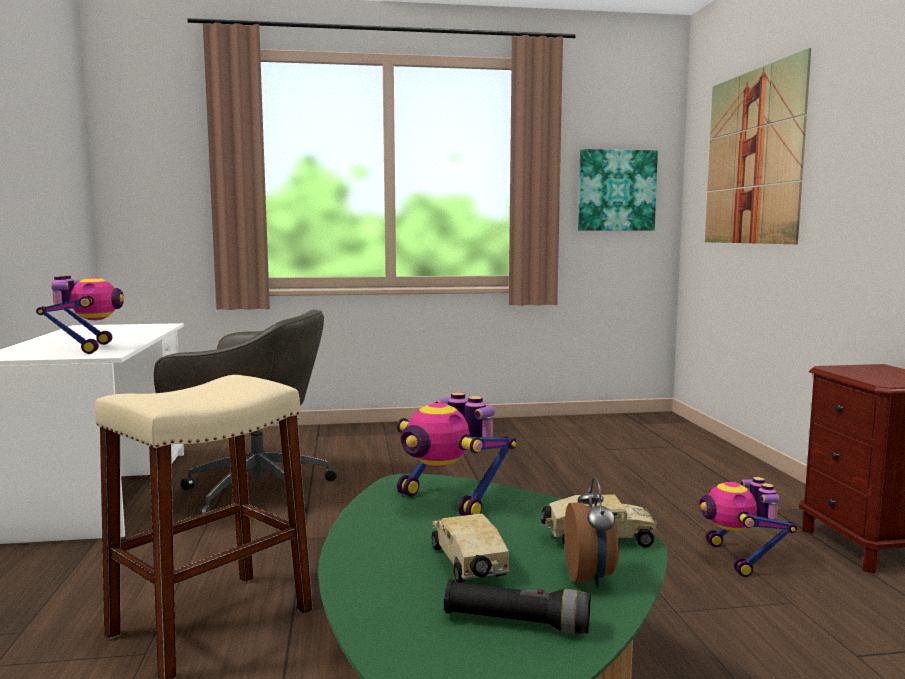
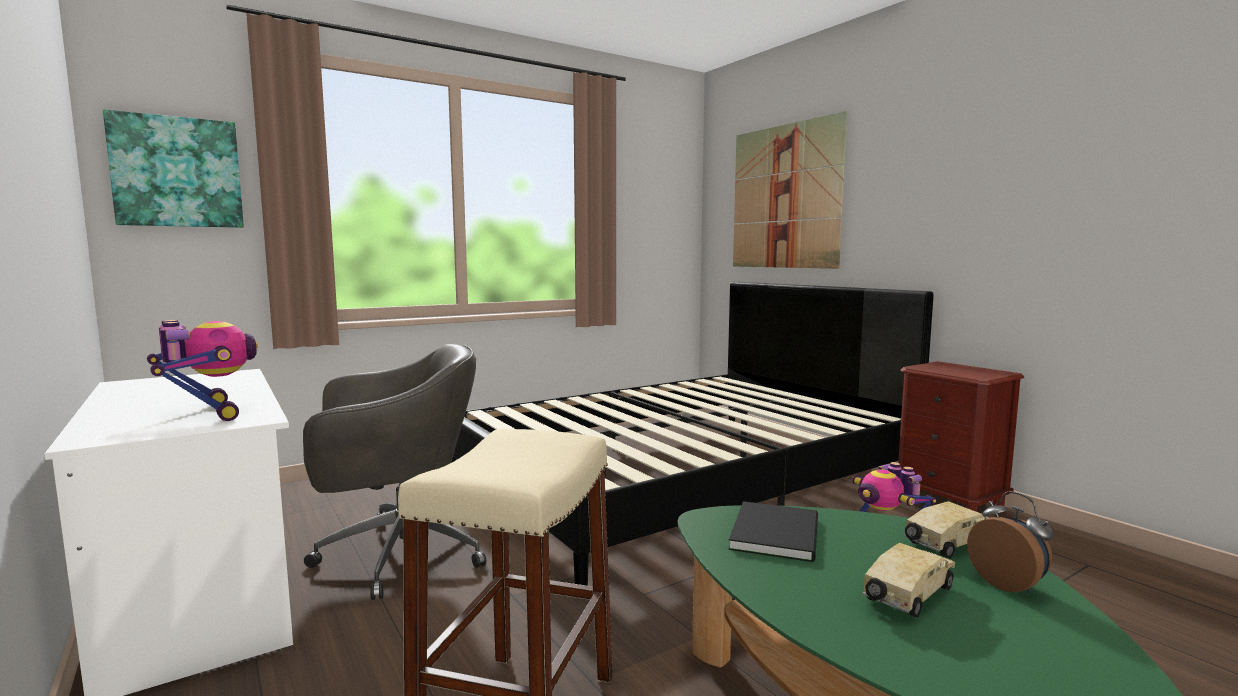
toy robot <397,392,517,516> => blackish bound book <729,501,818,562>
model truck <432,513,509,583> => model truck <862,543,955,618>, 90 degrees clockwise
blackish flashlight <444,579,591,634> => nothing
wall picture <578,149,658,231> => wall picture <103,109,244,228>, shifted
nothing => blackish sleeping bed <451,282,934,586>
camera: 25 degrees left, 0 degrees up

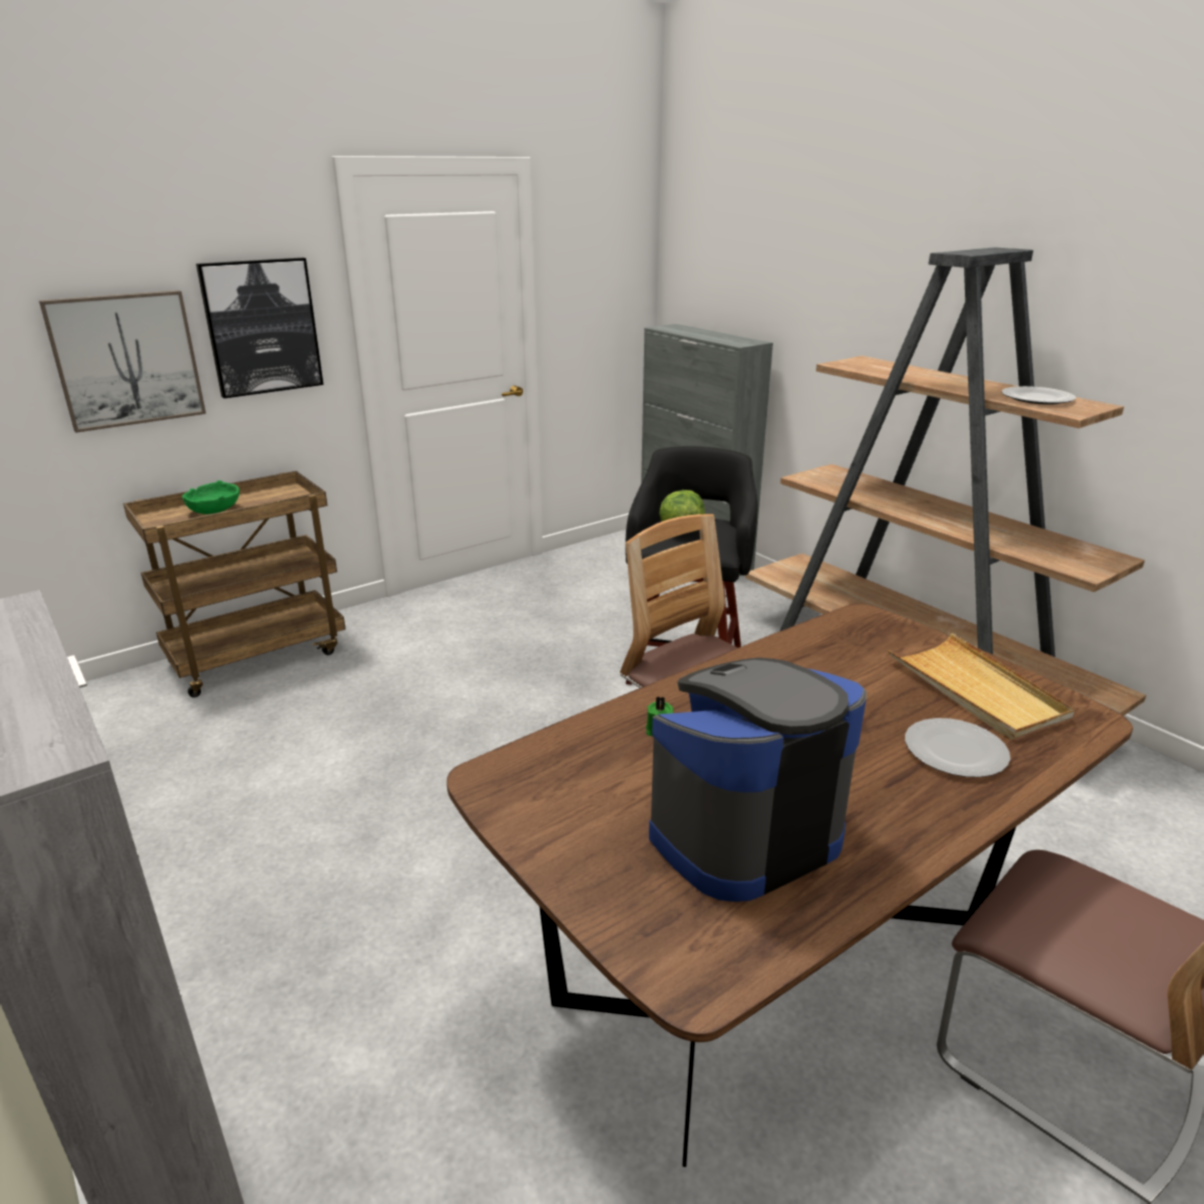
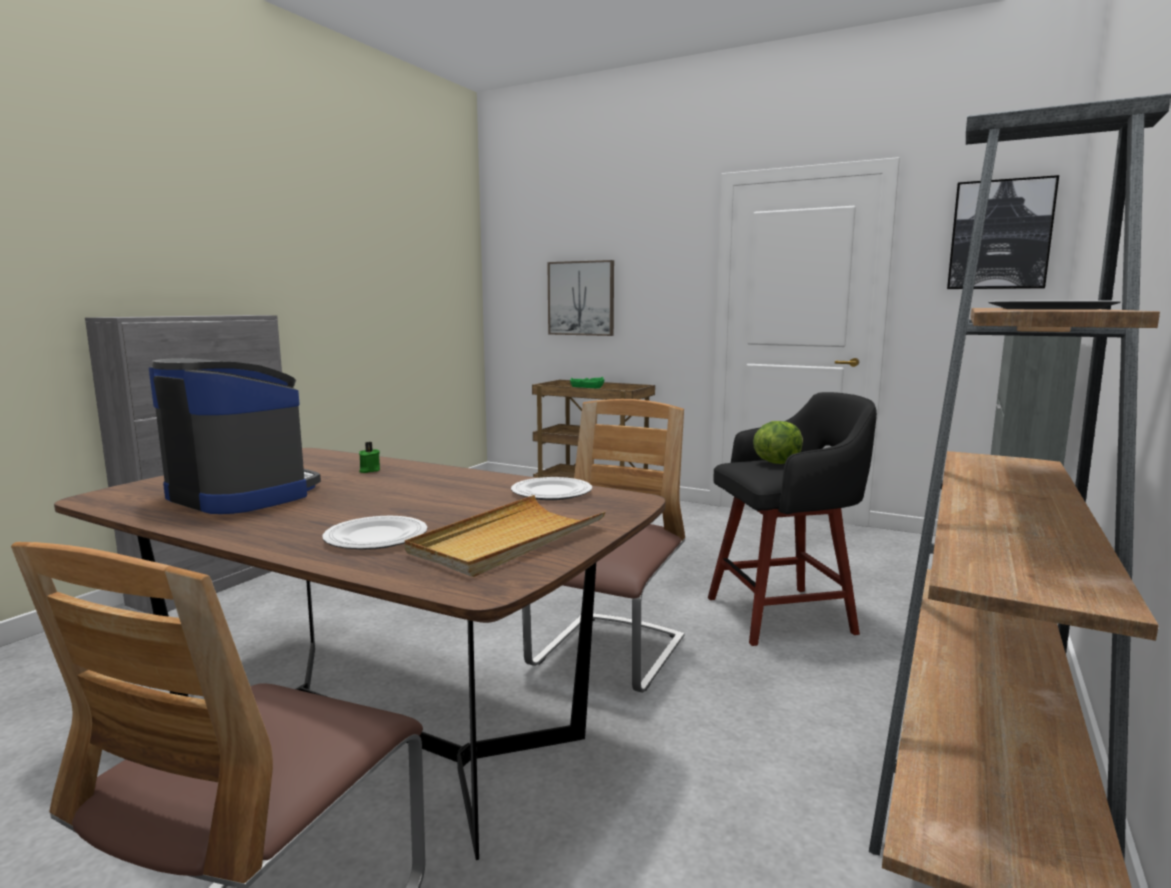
wall picture <196,258,323,398> => wall picture <947,175,1059,289>, shifted
nothing => dinner plate <511,477,592,500>
camera: 65 degrees right, 15 degrees down

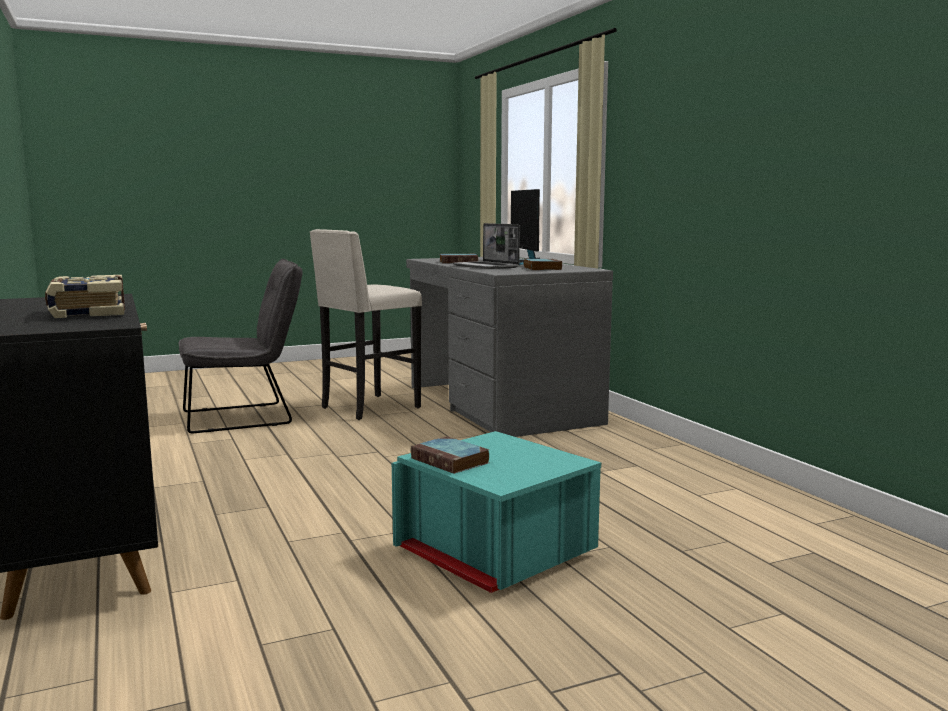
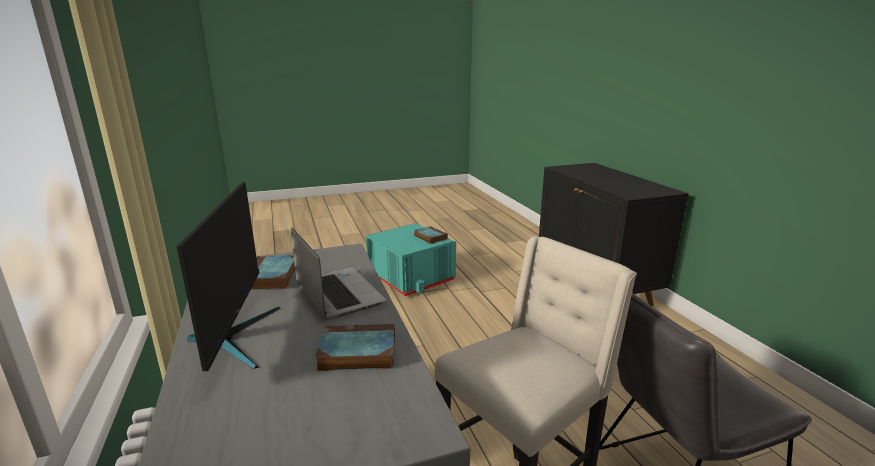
bound book <45,275,125,318> => nothing
camera: 175 degrees left, 10 degrees up

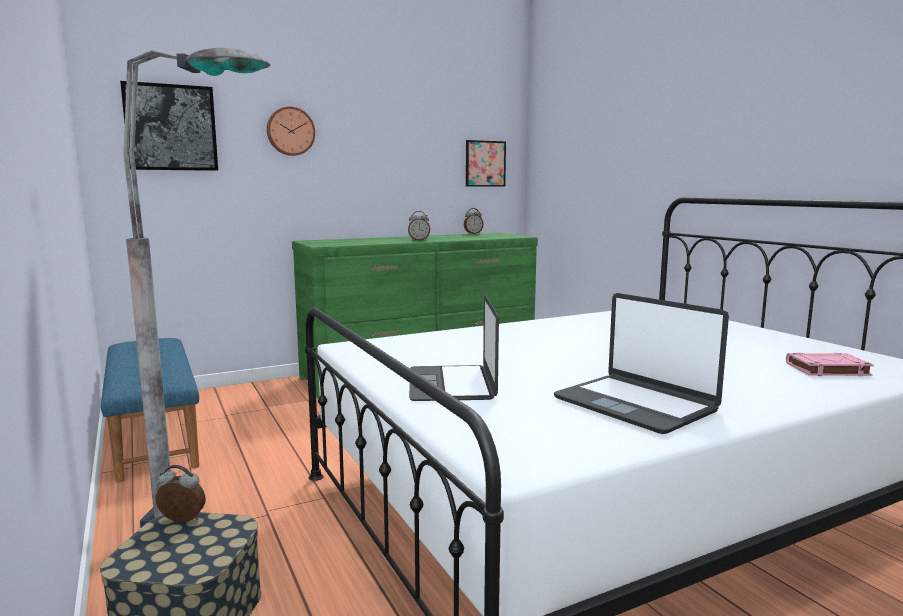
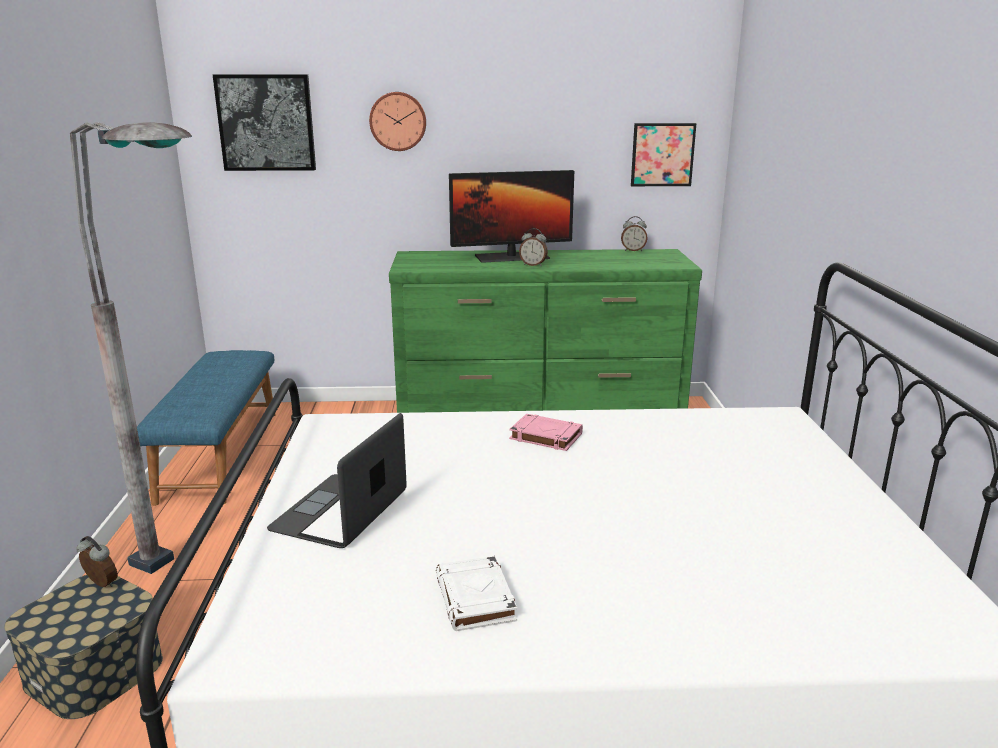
notebook computer <554,293,729,434> => white-coloured bound book <436,556,517,631>
pink bound book <786,353,874,376> => pink bound book <509,414,583,451>, shifted
nothing => computer display <449,170,574,263>
camera: 25 degrees right, 10 degrees up

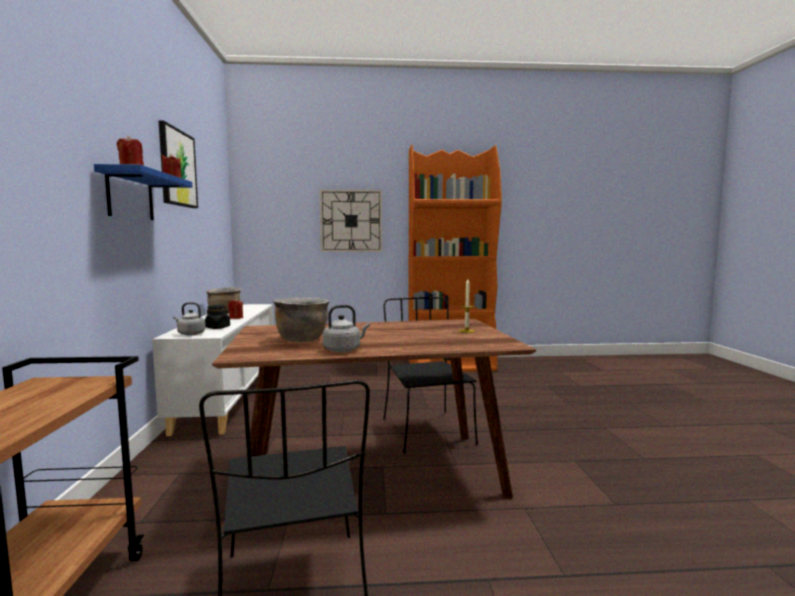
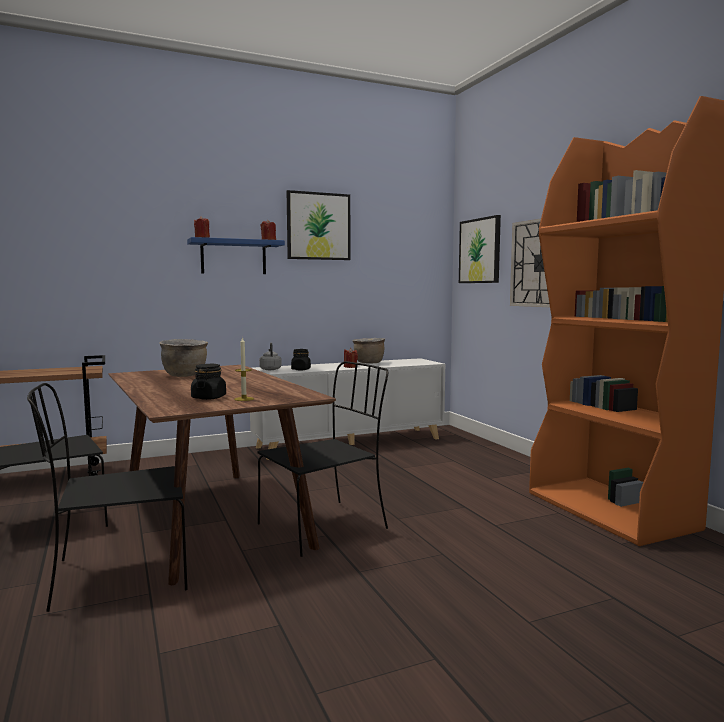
grey tea kettle <323,305,370,352> => nothing
nothing => blackish chair <27,383,188,612>
nothing => blackish storage jar <191,364,226,400>
nothing => wall picture <459,215,501,283>
camera: 70 degrees right, 0 degrees up

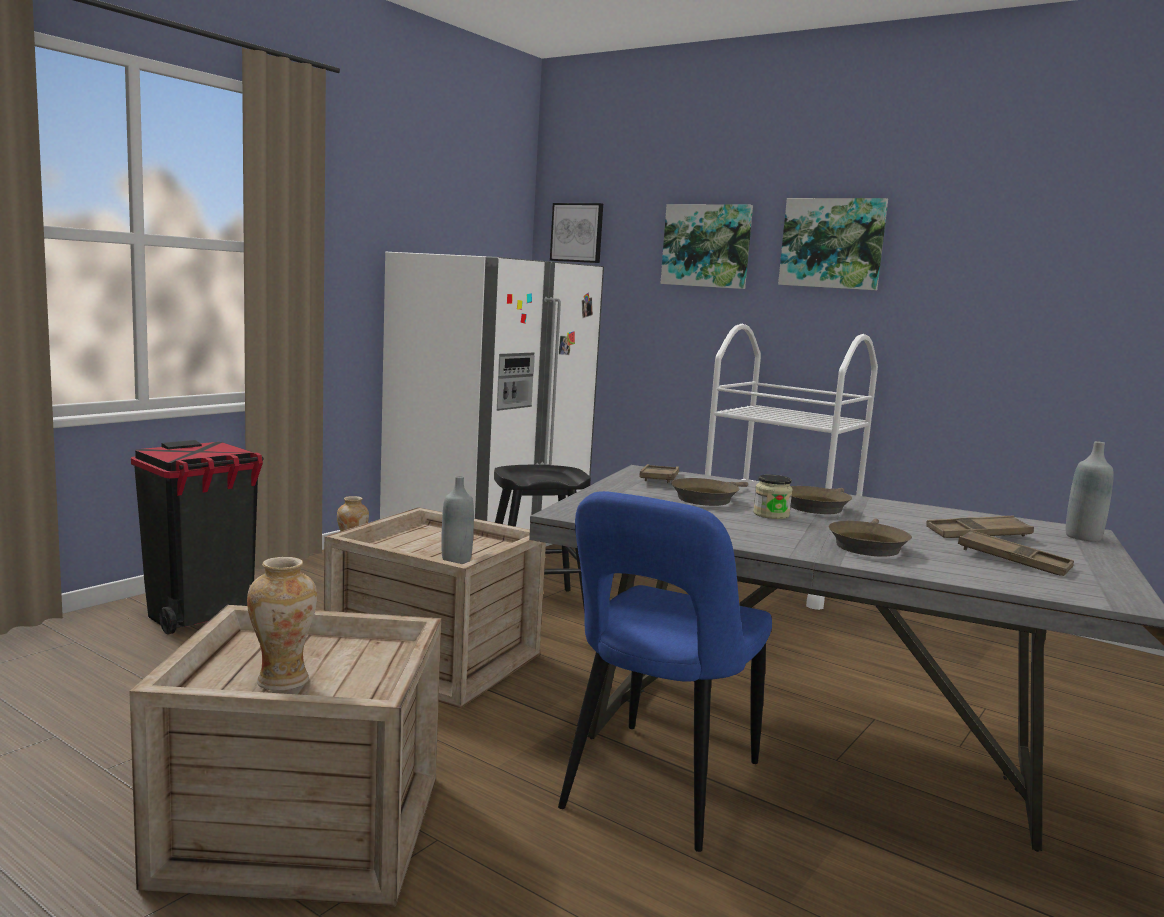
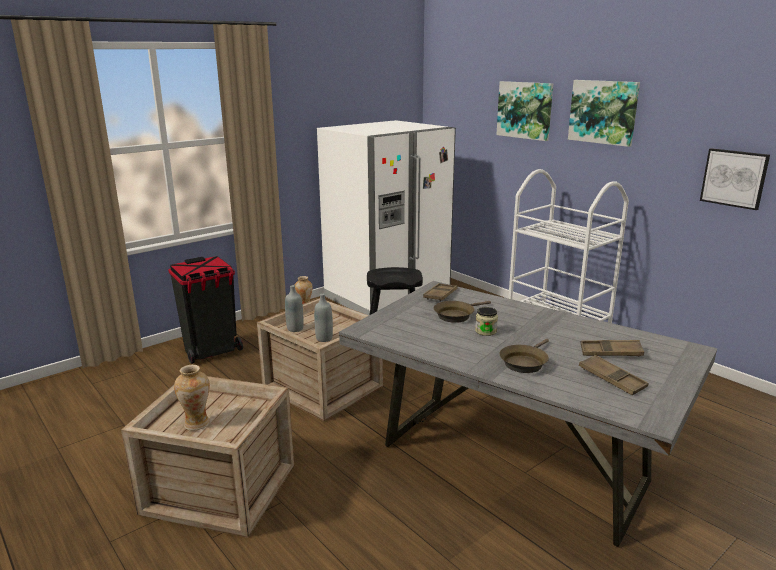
wall picture <550,203,603,263> => wall picture <700,148,770,210>, shifted
blue-coloured chair <558,491,772,852> => nothing
brown pan <790,486,852,514> => nothing
grey bottle <1066,441,1114,542> => grey bottle <285,285,304,332>, shifted
camera: 15 degrees right, 10 degrees up

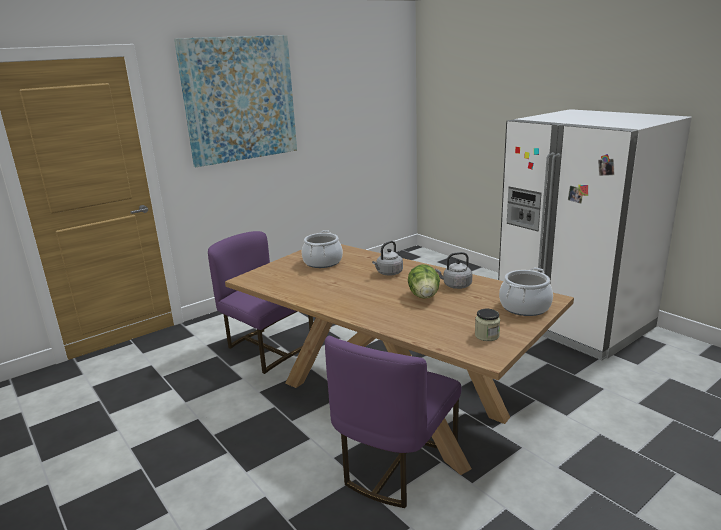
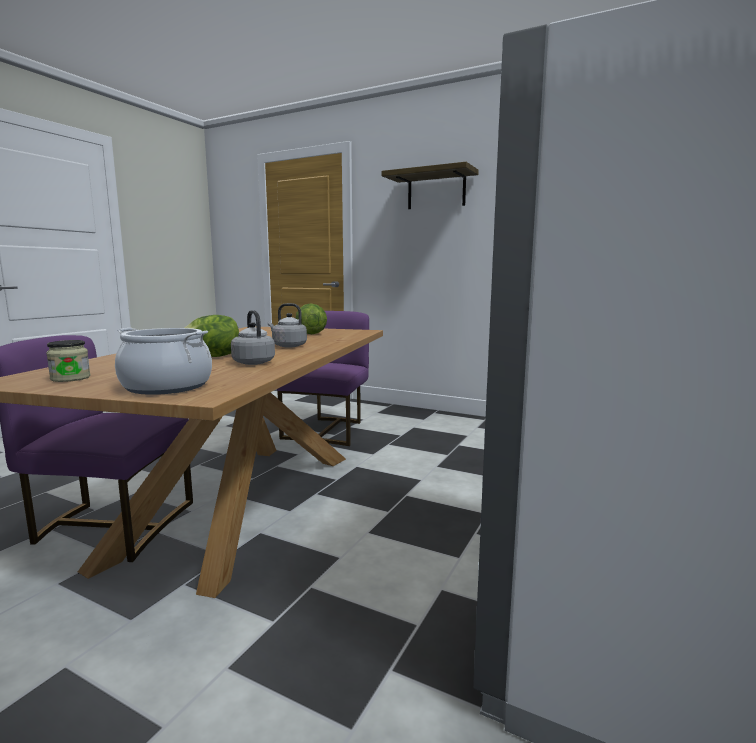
wall picture <174,35,297,167> => wall shelf <382,162,479,209>
stockpot <302,230,343,268> => lettuce head <296,303,327,334>
camera: 65 degrees right, 10 degrees down

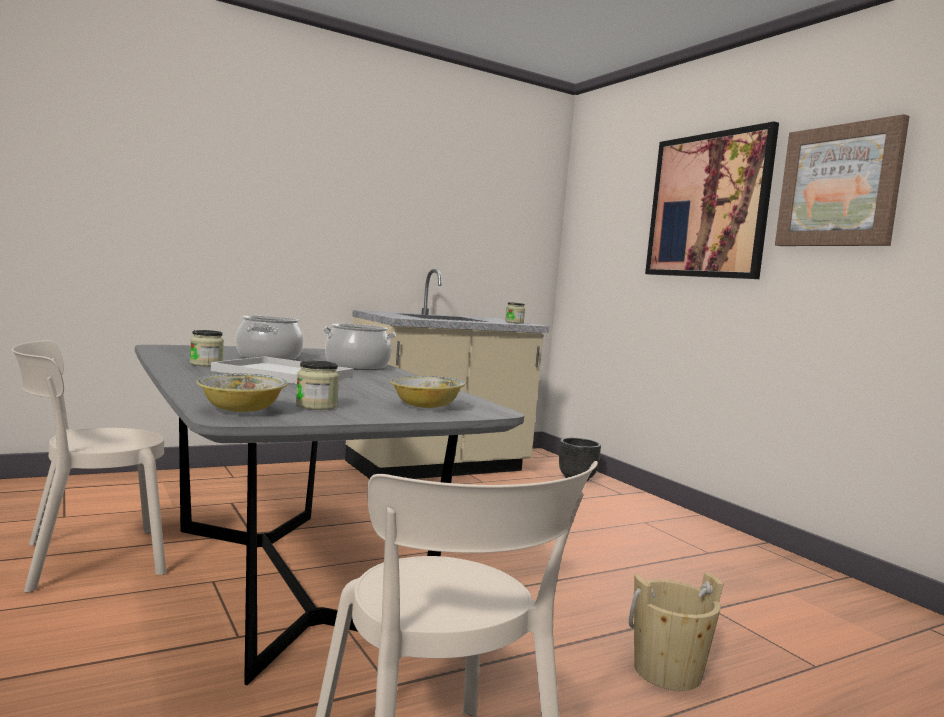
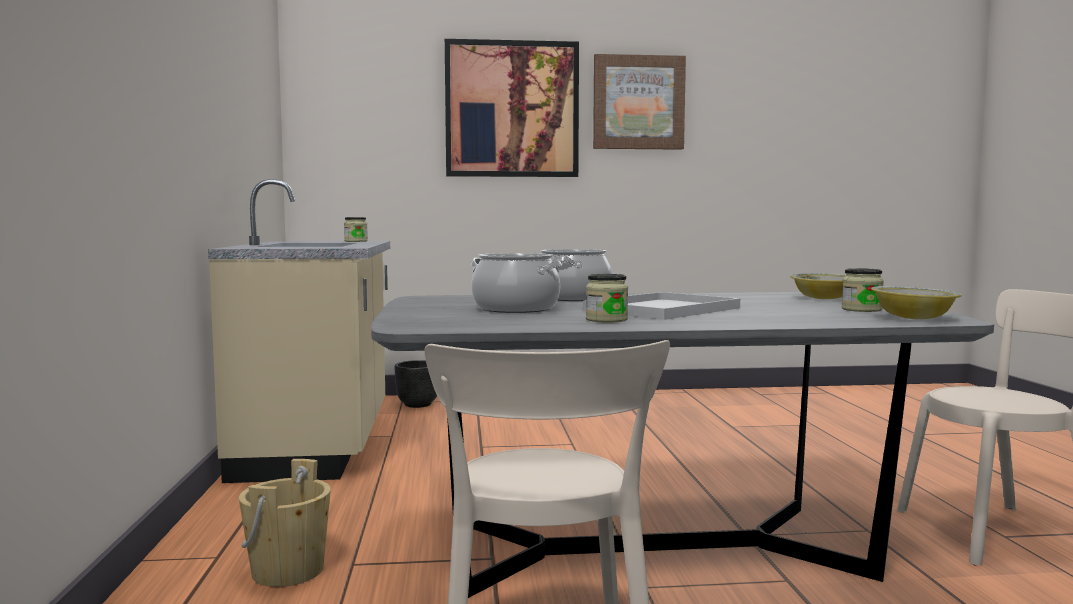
sand-coloured pail <629,573,723,691> => sand-coloured pail <239,459,331,587>, shifted
camera: 65 degrees left, 0 degrees up

